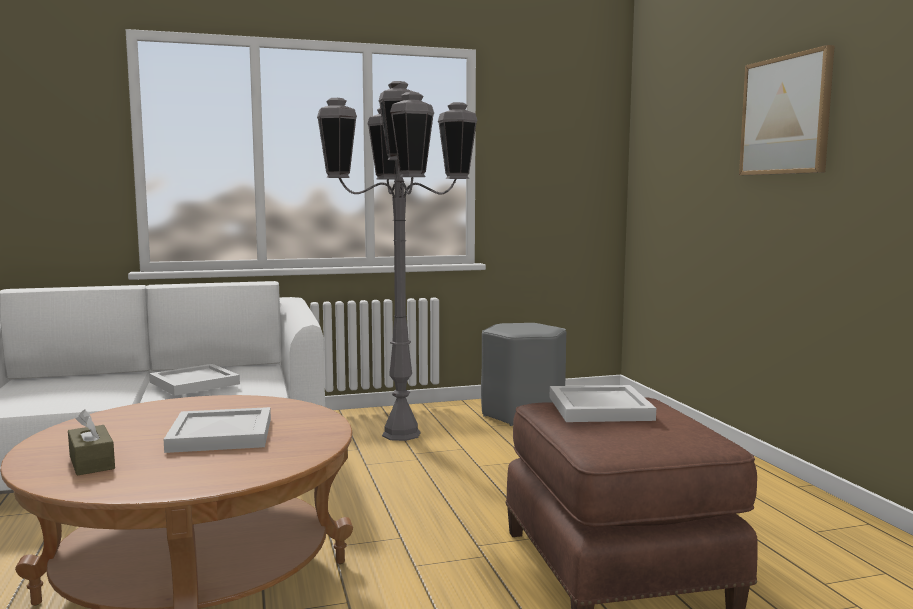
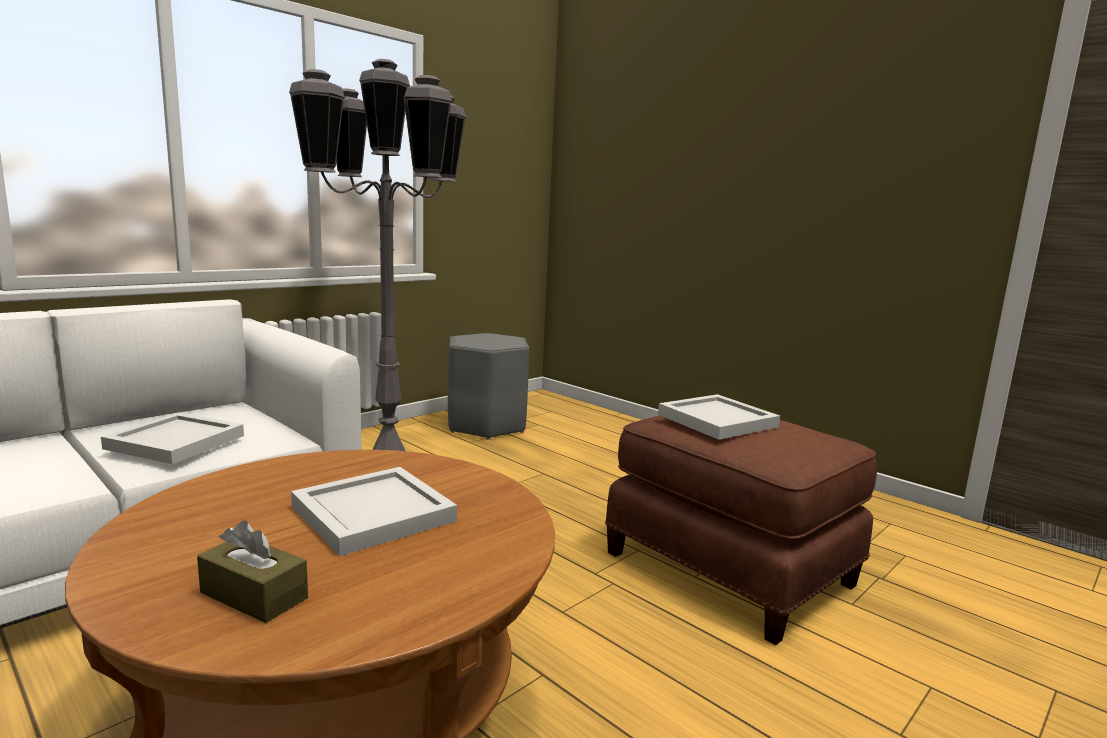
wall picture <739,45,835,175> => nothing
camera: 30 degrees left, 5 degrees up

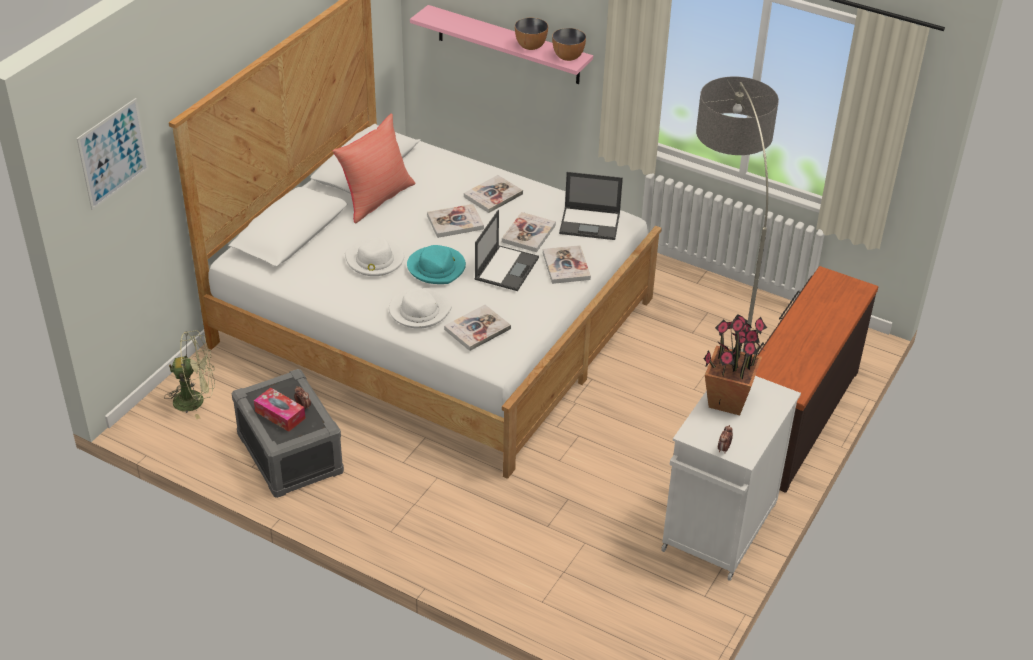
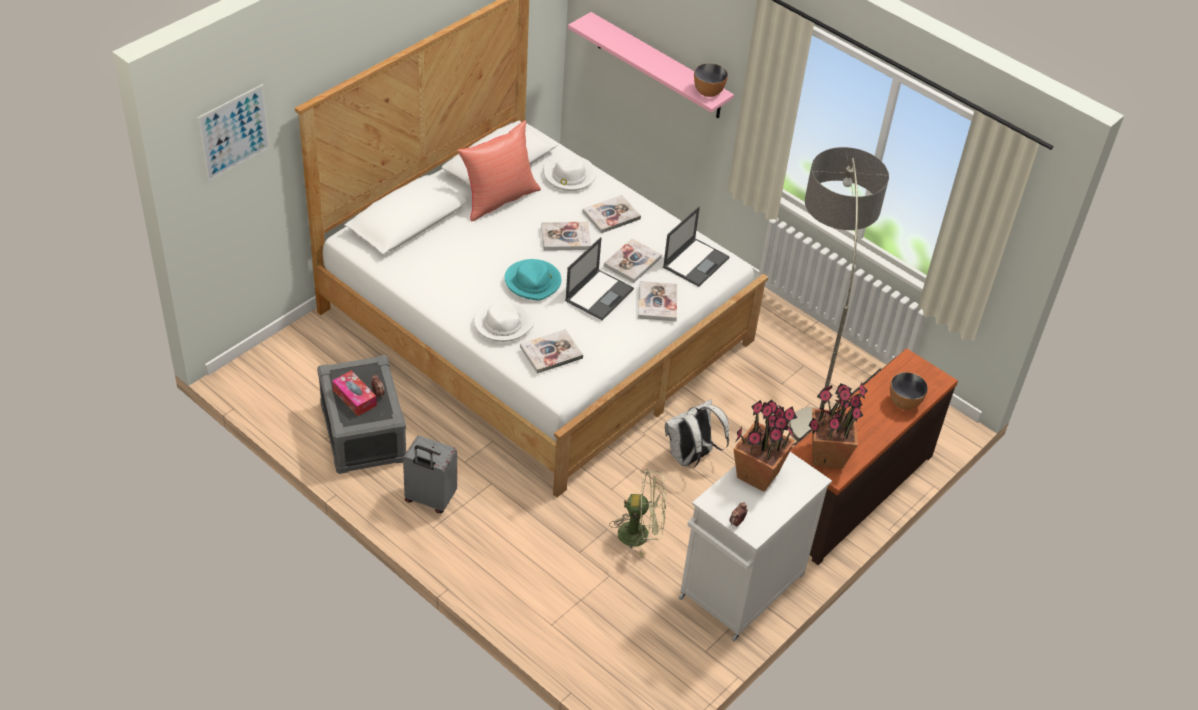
green-coloured electric fan <164,330,215,419> => green-coloured electric fan <609,469,666,558>, shifted
white-coloured wearable hat <345,237,404,276> => white-coloured wearable hat <543,155,596,191>, shifted
deep dish <515,18,548,50> => deep dish <890,372,928,410>, shifted
notebook computer <559,172,623,240> => notebook computer <663,207,730,287>, 75 degrees counterclockwise
nothing => grey travel case <403,435,457,513>
nothing => white-coloured knapsack <665,399,729,468>
nothing => potted plant <808,383,868,469>
camera: 10 degrees right, 5 degrees up

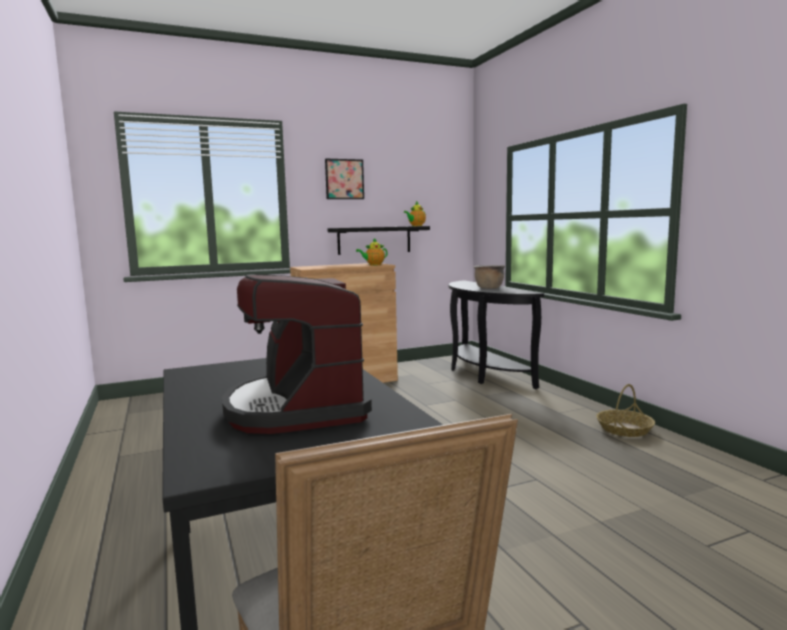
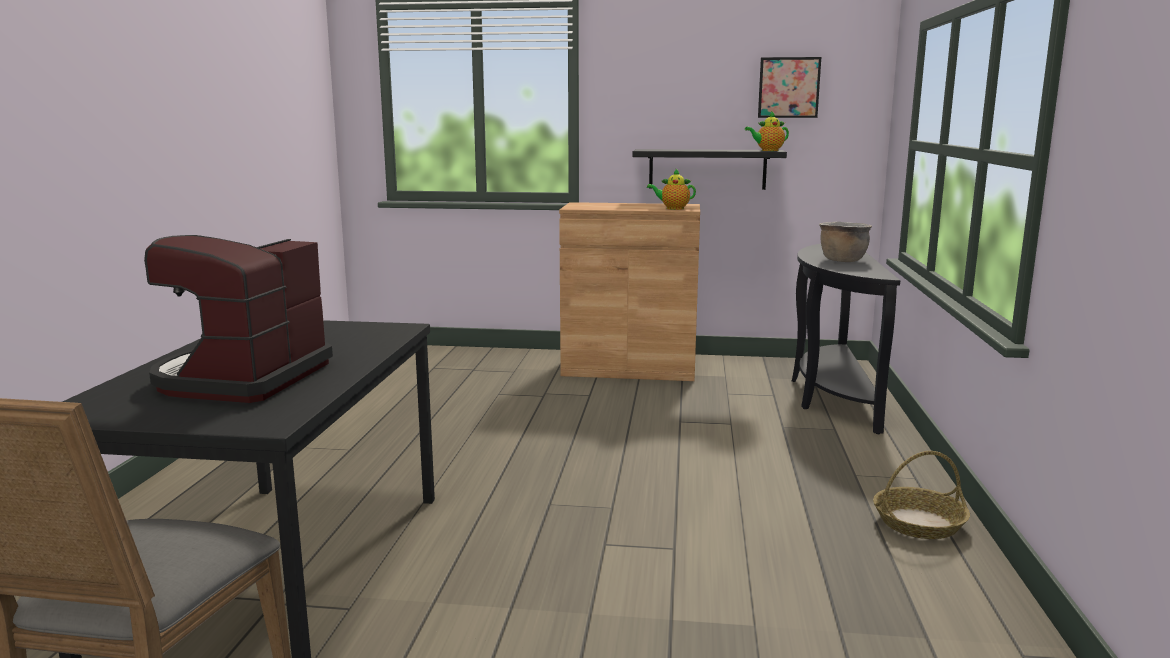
wall picture <325,158,364,199> => wall picture <758,57,821,118>, shifted
camera: 30 degrees right, 5 degrees up

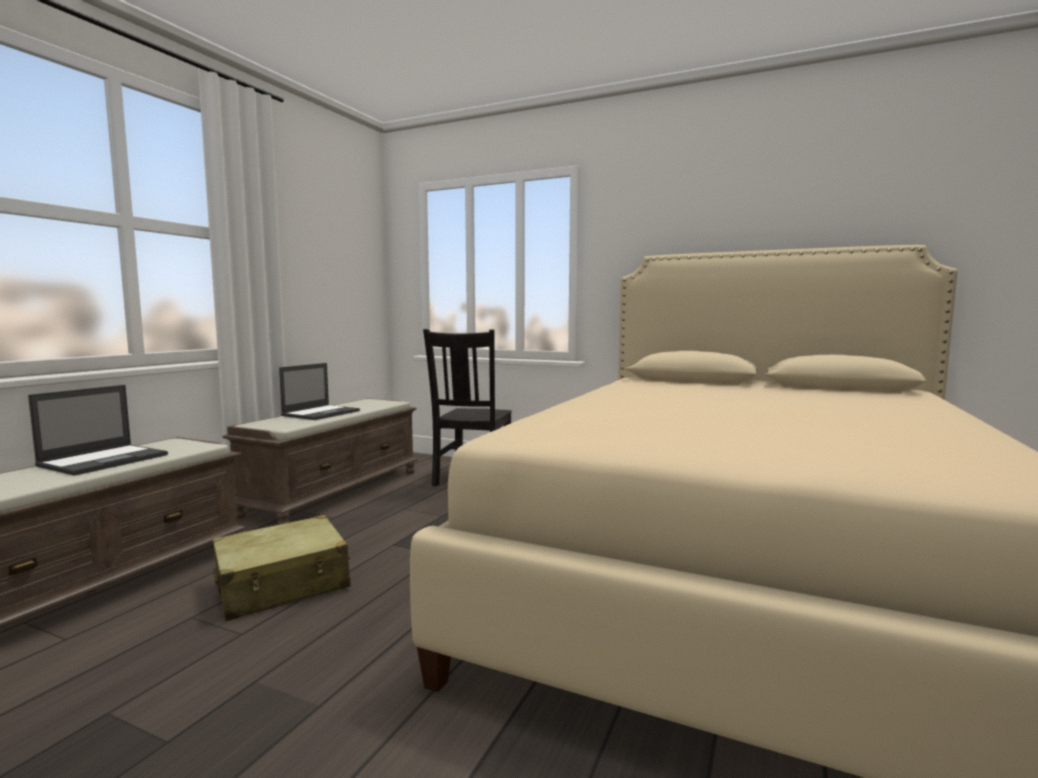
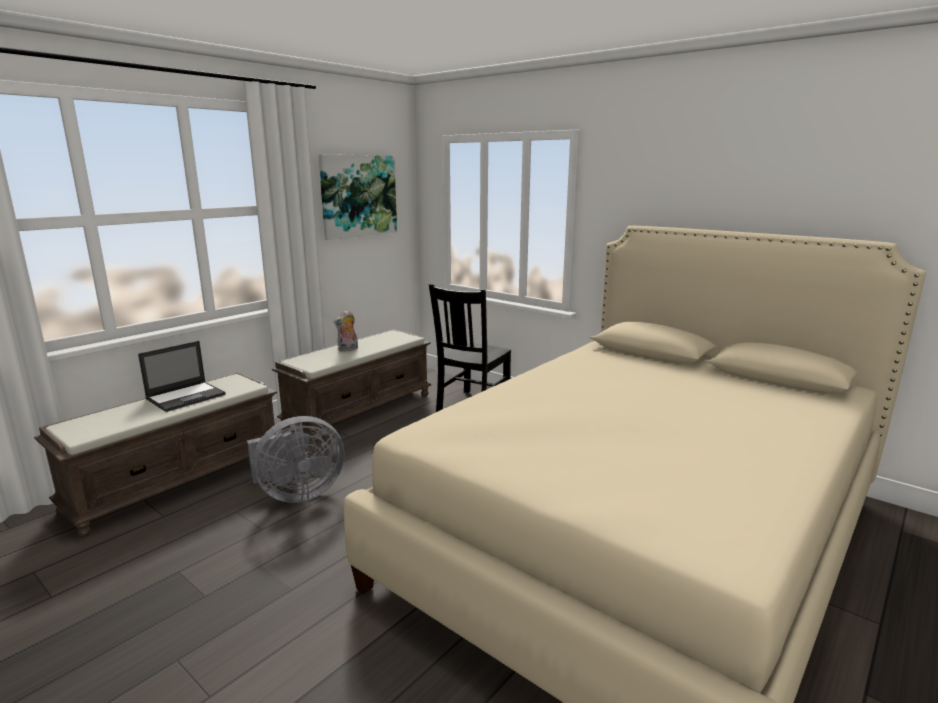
sand-coloured travel case <213,515,350,621> => grey electric fan <247,416,344,503>
notebook computer <279,363,360,420> => cuddly toy <334,310,358,352>
nothing => wall picture <319,154,397,240>
camera: 15 degrees right, 10 degrees up

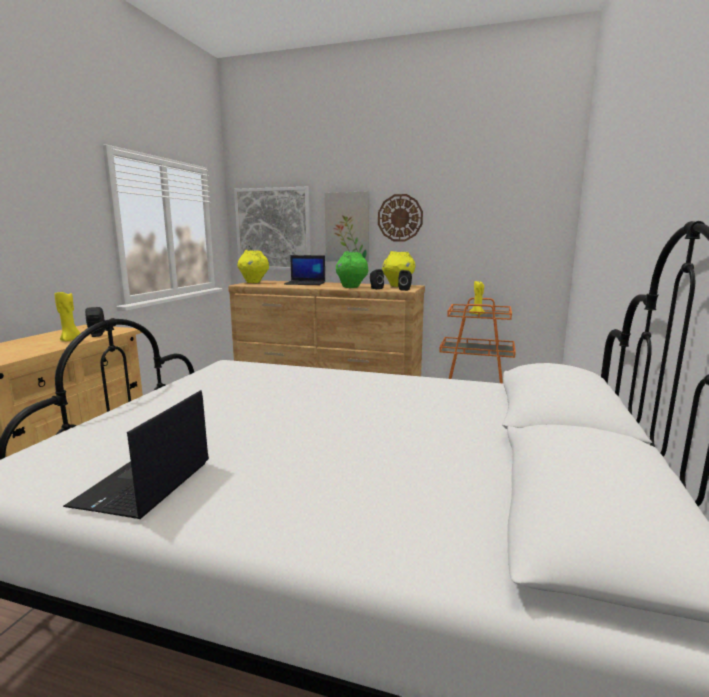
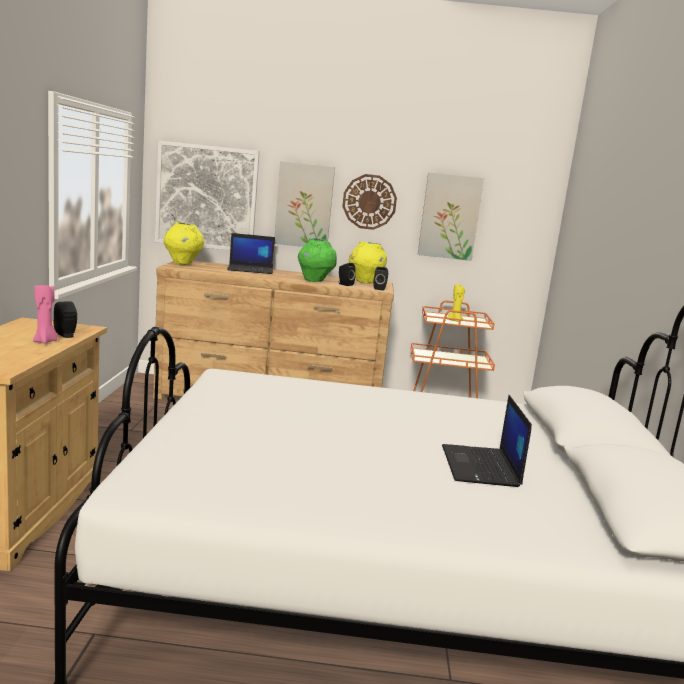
yellowish candle <54,292,80,341> => pink candle <33,282,58,344>
notebook computer <63,390,209,519> => notebook computer <442,395,532,487>, shifted
nothing => wall picture <418,172,484,261>
camera: 15 degrees left, 0 degrees up

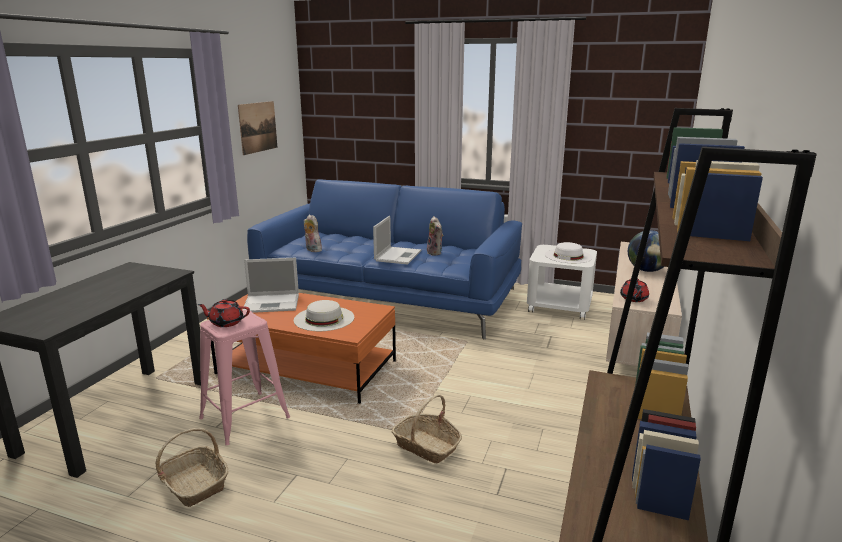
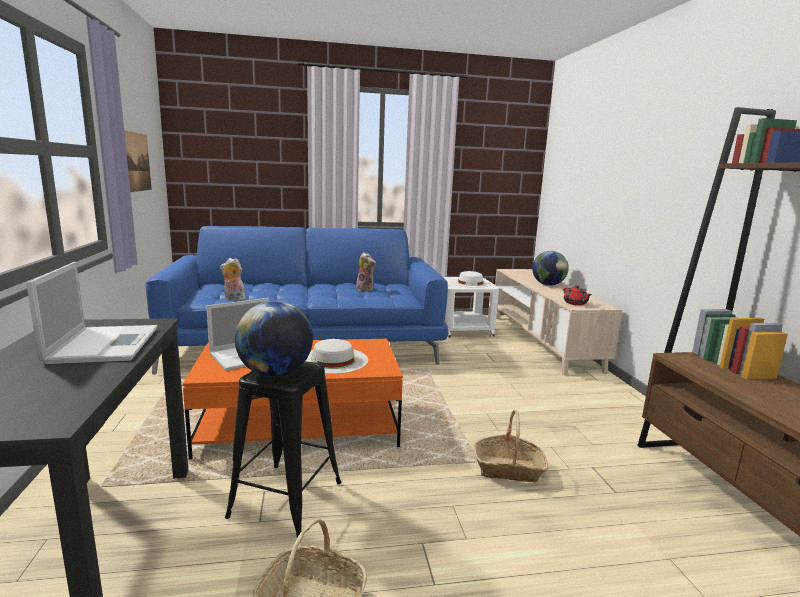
red-coloured pot for tea <197,299,250,327> => globe <235,301,313,377>
pink stool <199,310,290,445> => blackish stool <225,361,341,537>
notebook computer <373,216,421,265> => notebook computer <26,262,157,364>, shifted
camera: 30 degrees left, 5 degrees down

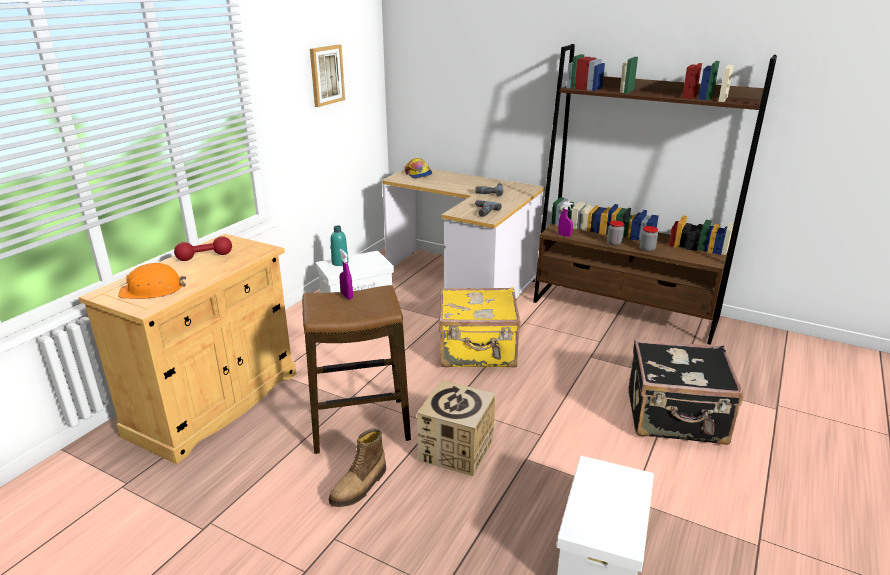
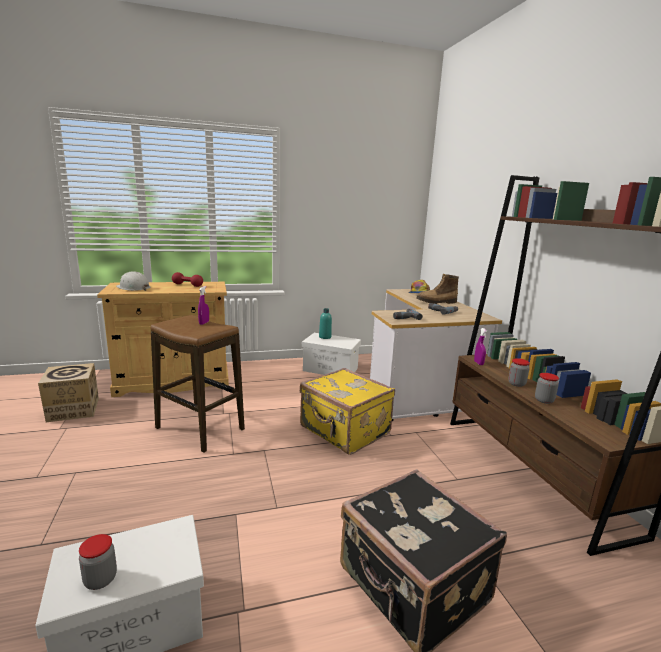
orangey hard hat <118,263,186,299> => white-coloured hard hat <116,272,151,291>
wall picture <310,45,345,107> => nothing
high-top boot <328,428,386,507> => high-top boot <416,274,459,304>, shifted
carton <417,380,496,476> => carton <38,363,99,422>, shifted
nothing => storage jar <79,534,117,590>
camera: 45 degrees right, 10 degrees down

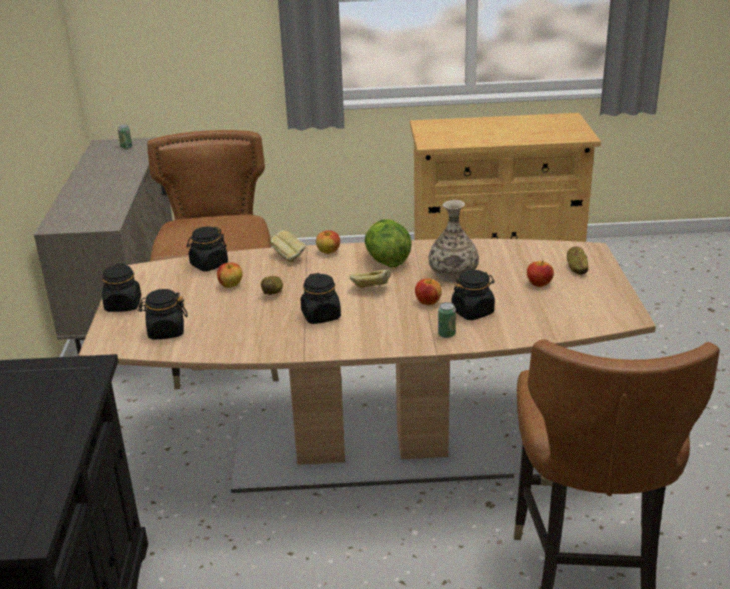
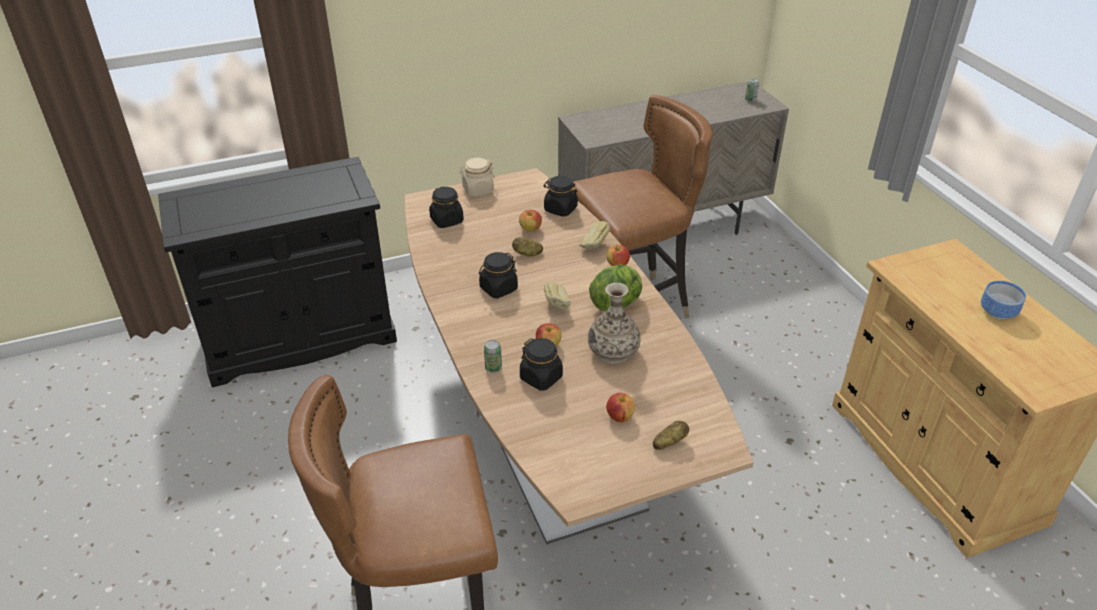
blackish storage jar <102,264,141,312> => sand-coloured storage jar <459,158,495,197>
nothing => deep dish <981,281,1026,319>
camera: 70 degrees right, 10 degrees up

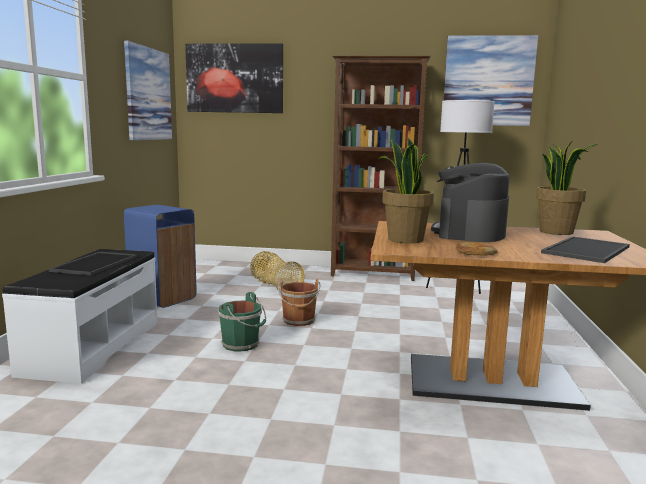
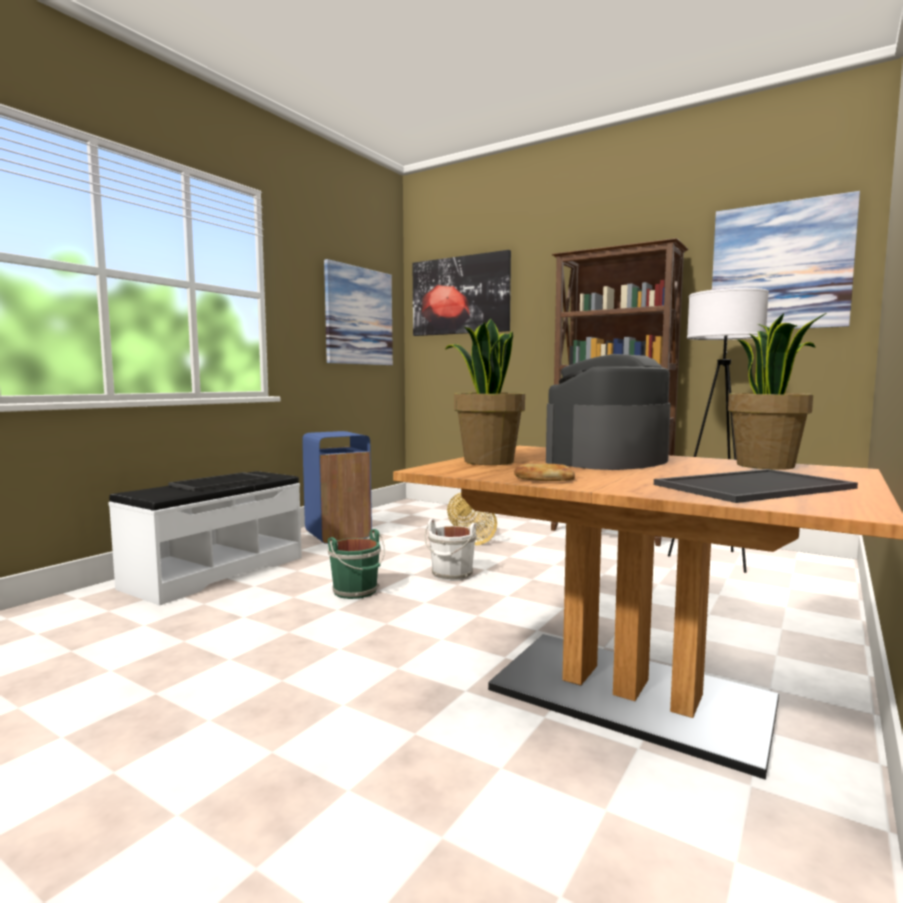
brown pail <278,279,321,326> => white-coloured pail <425,519,477,581>
camera: 25 degrees right, 5 degrees down

